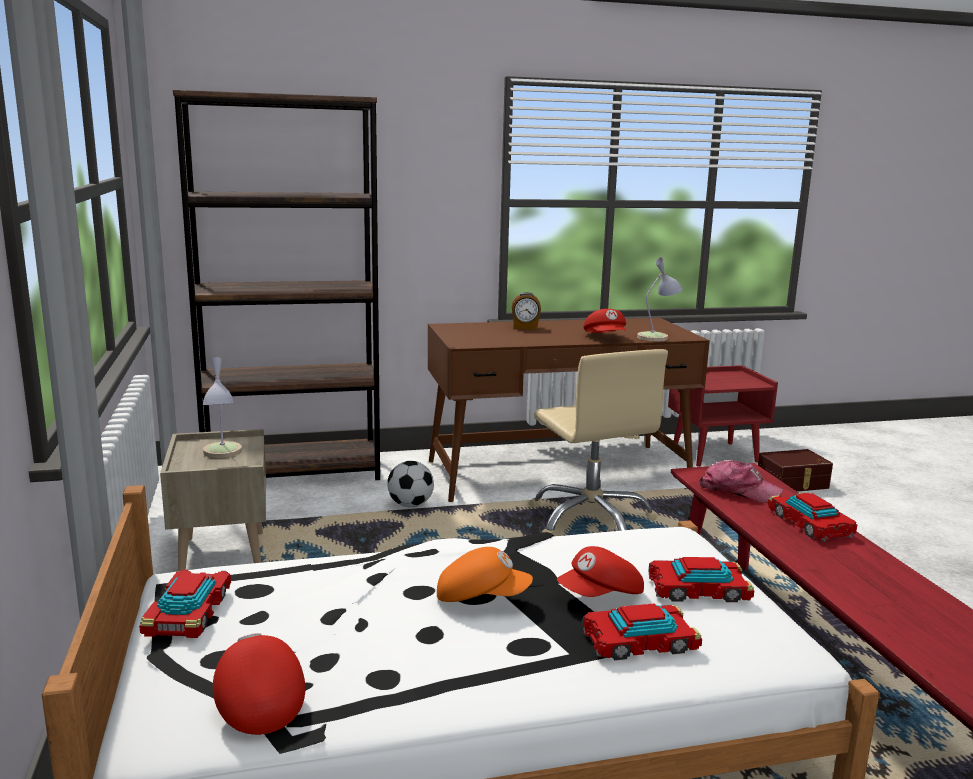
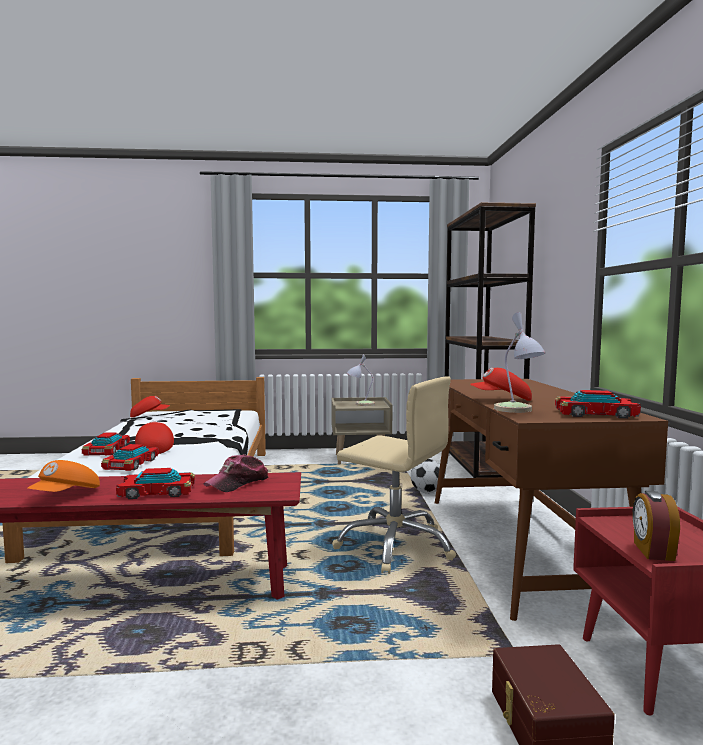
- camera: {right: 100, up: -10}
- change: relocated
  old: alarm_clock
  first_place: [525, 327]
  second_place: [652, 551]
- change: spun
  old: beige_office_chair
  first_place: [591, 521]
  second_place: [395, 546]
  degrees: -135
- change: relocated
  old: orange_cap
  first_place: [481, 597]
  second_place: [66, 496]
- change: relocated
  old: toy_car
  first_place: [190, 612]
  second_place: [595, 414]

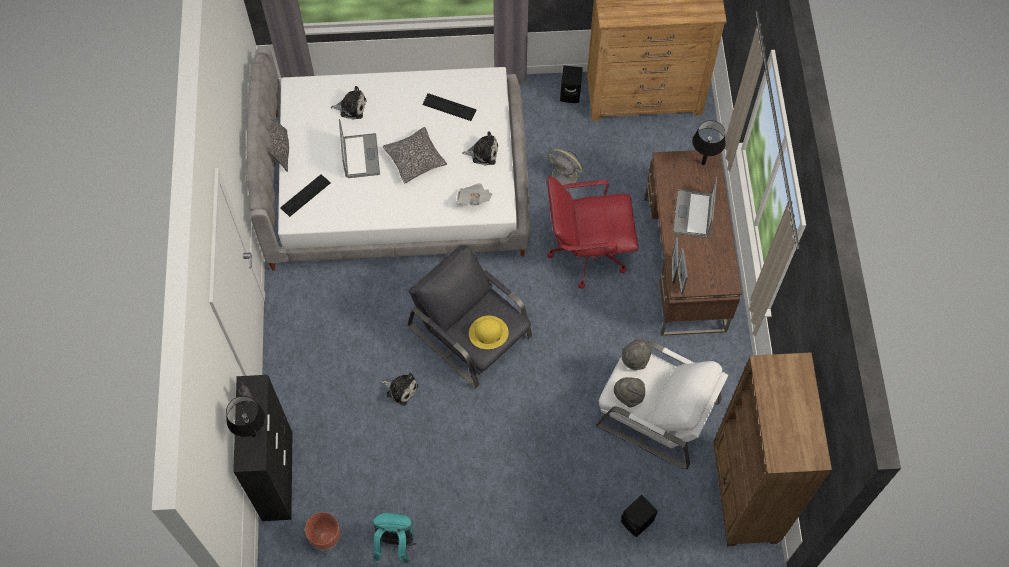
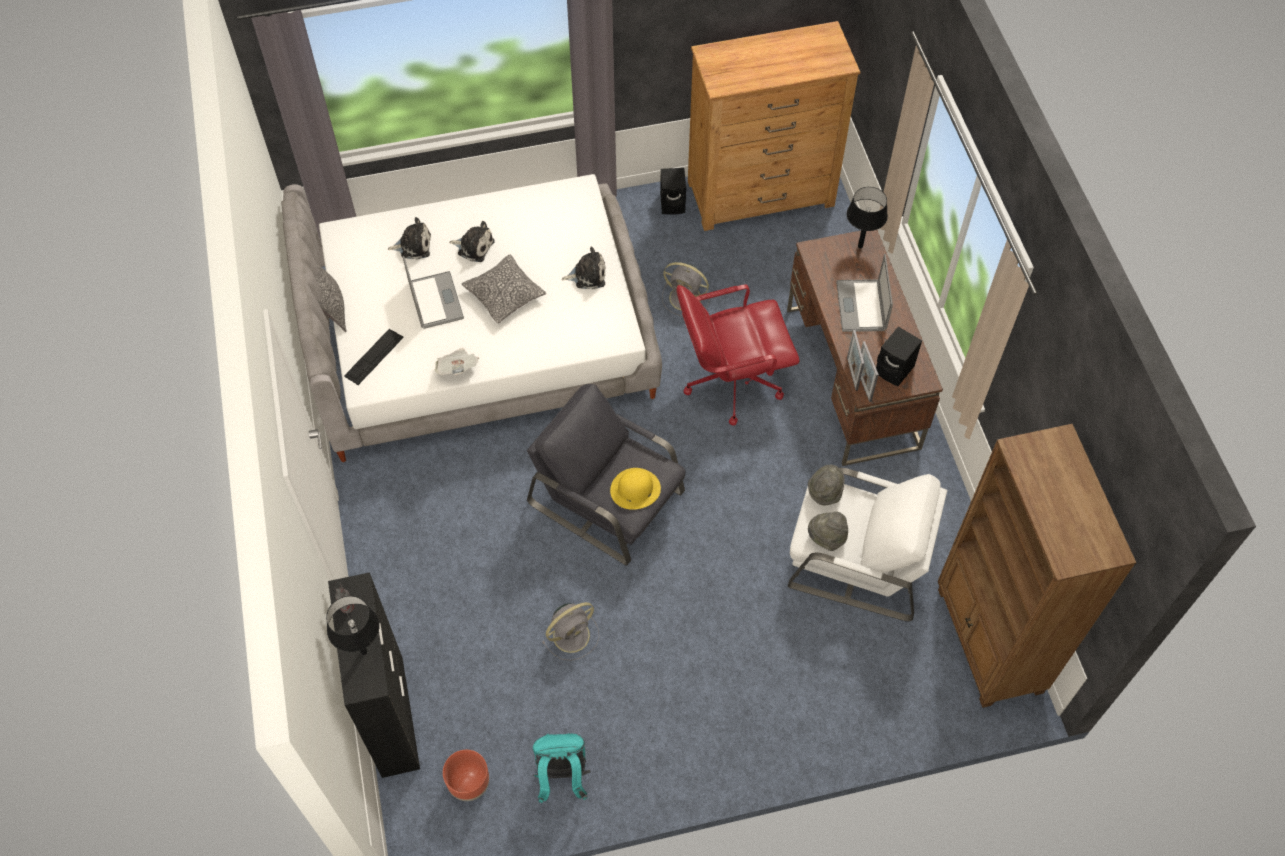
- camera: {right: -10, up: -5}
- change: missing
  old: keyboard
  first_place: [449, 107]
- change: relocated
  old: newspaper
  first_place: [474, 199]
  second_place: [457, 368]
- change: relocated
  old: plush_toy
  first_place: [400, 389]
  second_place: [474, 246]
- change: relocated
  old: black_speaker
  first_place: [637, 522]
  second_place: [895, 370]
- change: appeared
  new: grey_fan
  second_place: [572, 634]

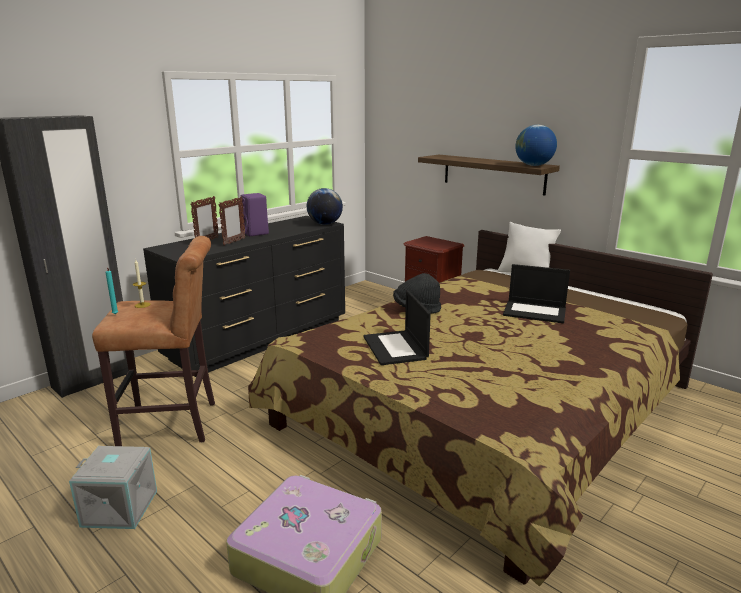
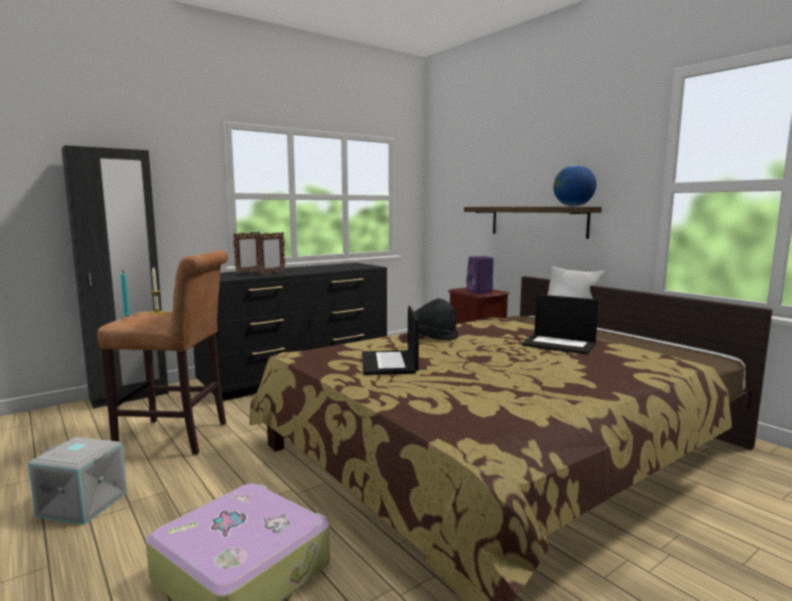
- camera: {right: 10, up: -10}
- change: missing
  old: globe
  first_place: [325, 224]
- change: relocated
  old: purple_speaker
  first_place: [256, 233]
  second_place: [480, 291]

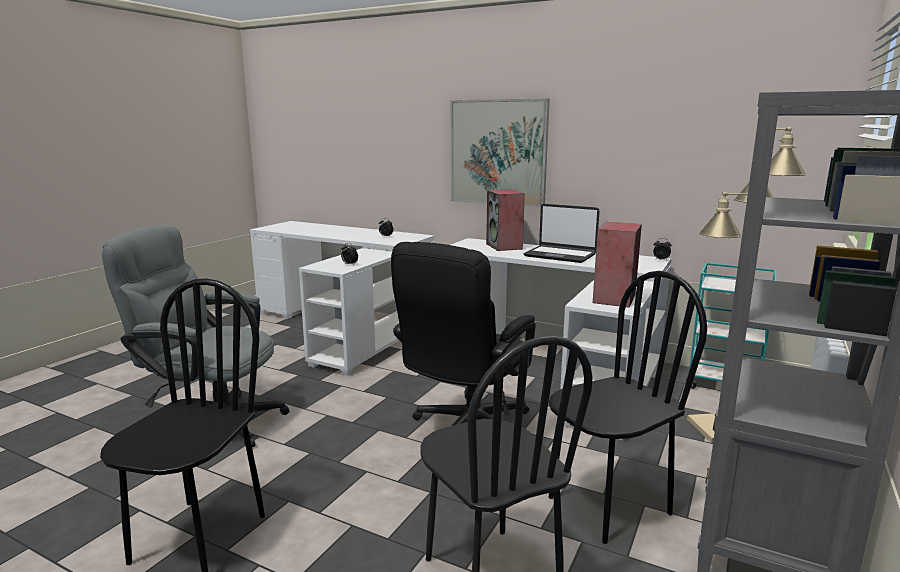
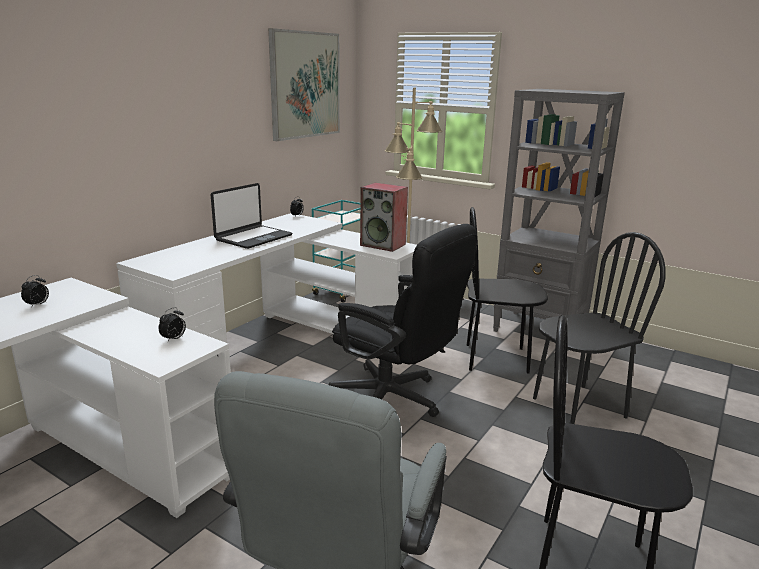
- camera: {right: -85, up: 5}
- change: relocated
  old: picture
  first_place: [498, 152]
  second_place: [305, 85]
- change: missing
  old: speaker
  first_place: [504, 246]
- change: spun
  old: black_chair
  first_place: [608, 504]
  second_place: [496, 358]
  degrees: -60

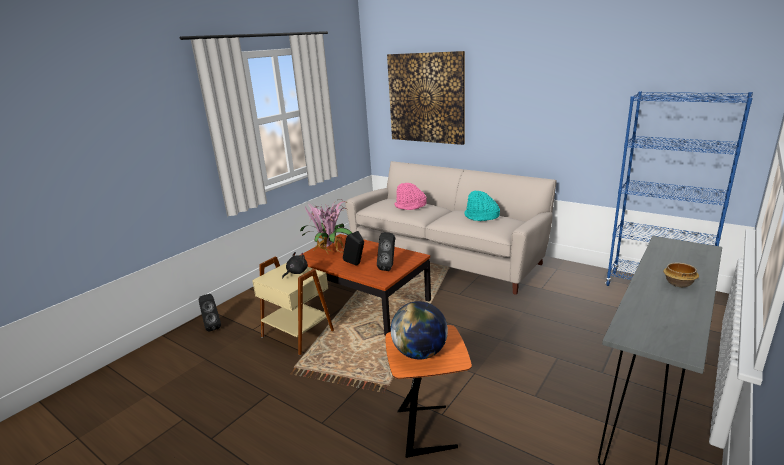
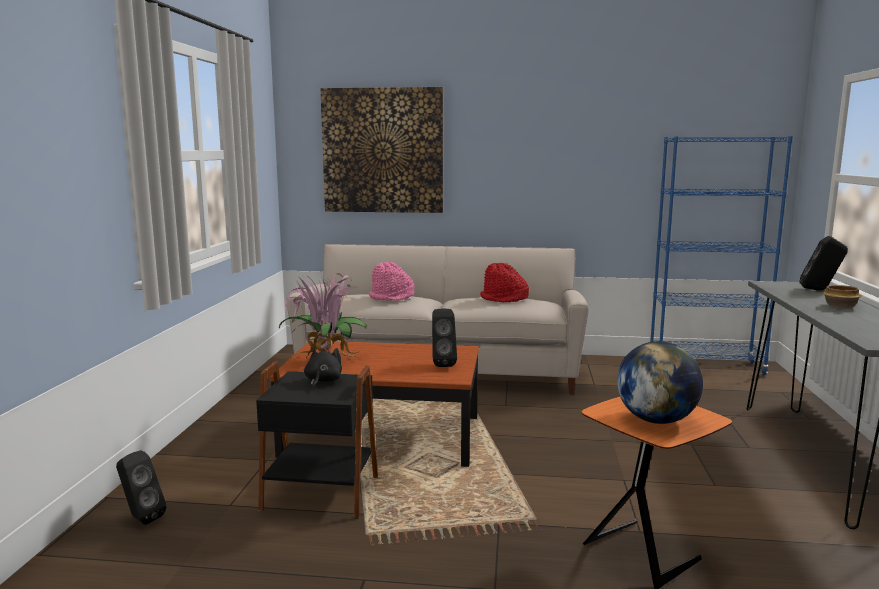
- camera: {right: -30, up: -10}
- change: colour
  old: turquoise_hat
  new: red_hat
  first_place: [481, 217]
  second_place: [504, 299]
- change: relocated
  old: black_speaker
  first_place: [356, 265]
  second_place: [820, 290]
- change: colour
  old: beige_side_table
  new: black_side_table
  first_place: [298, 333]
  second_place: [321, 492]

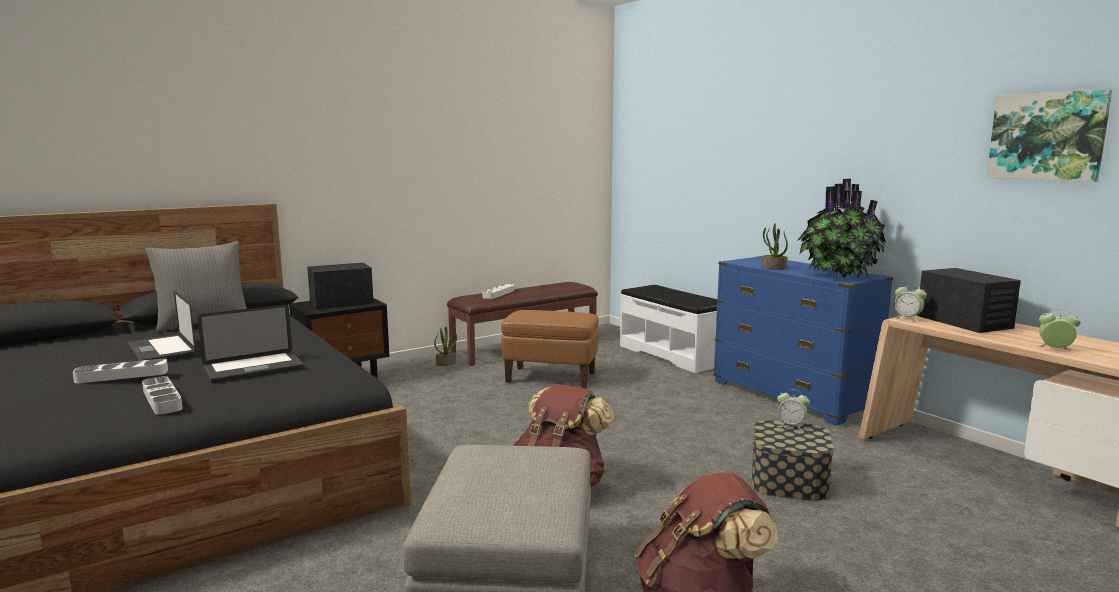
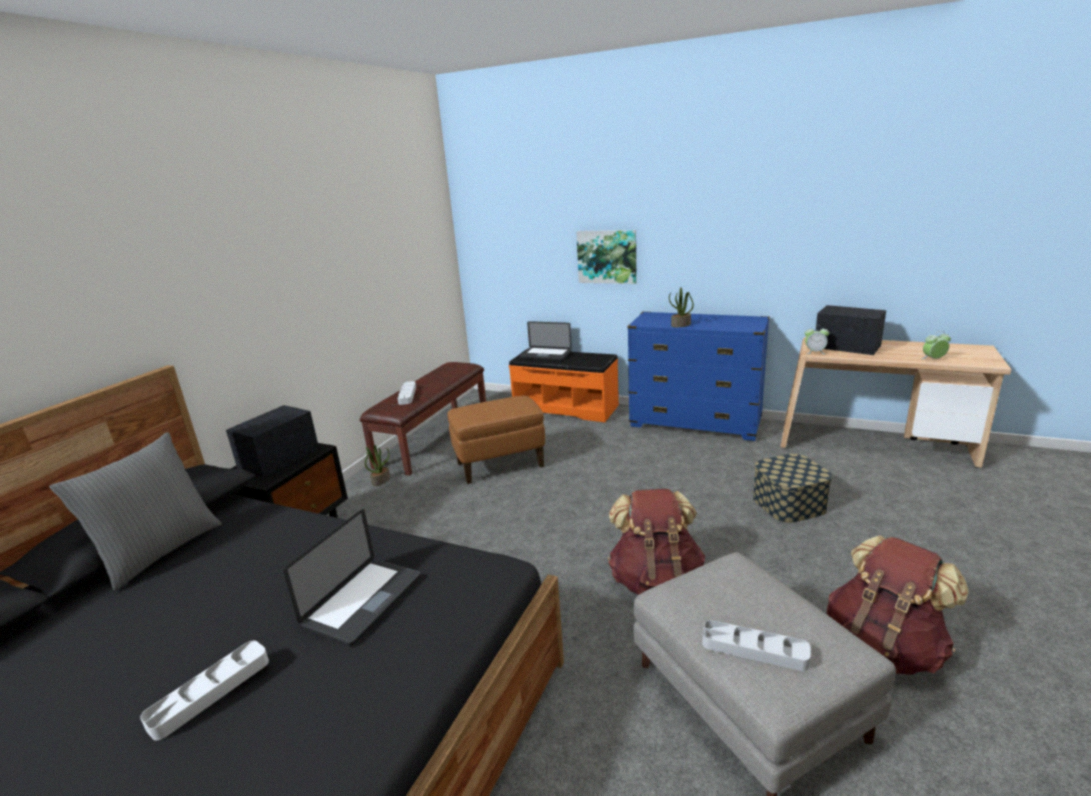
- camera: {right: -30, up: 10}
- change: relocated
  old: picture
  first_place: [1047, 136]
  second_place: [607, 256]
- change: missing
  old: potted_plant
  first_place: [837, 275]
- change: colour
  old: white_bench
  new: orange_bench
  first_place: [673, 354]
  second_place: [566, 408]
- change: relocated
  old: laptop
  first_place: [161, 350]
  second_place: [545, 355]
- change: relocated
  old: grey_tray
  first_place: [162, 399]
  second_place: [754, 649]
- change: missing
  old: alarm_clock
  first_place: [791, 426]

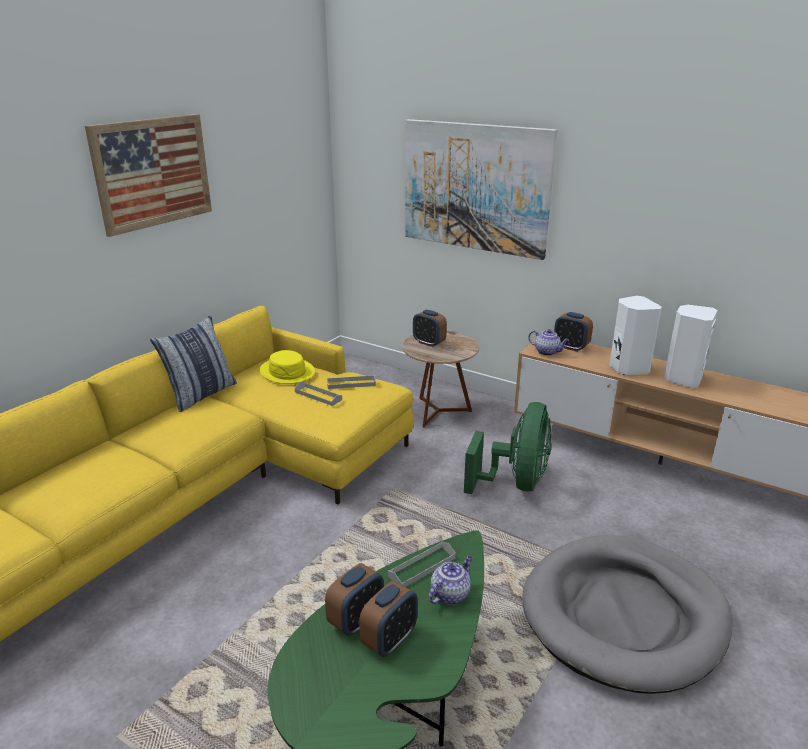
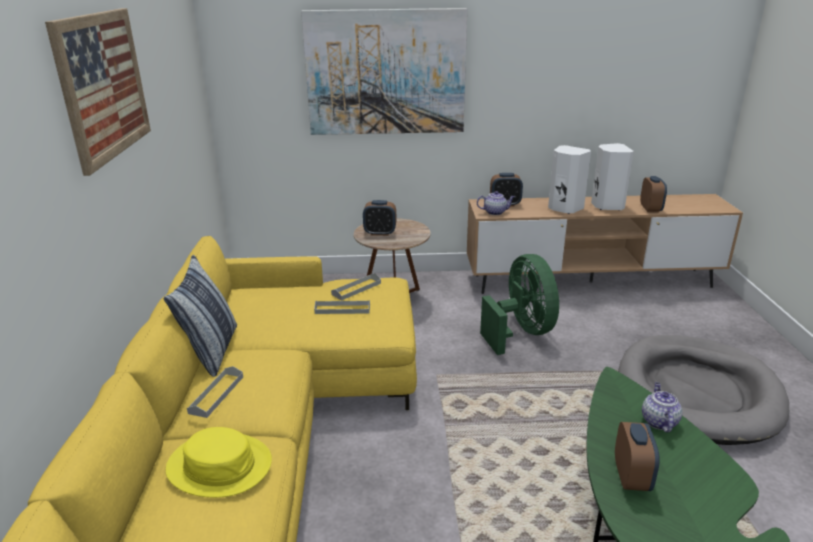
- camera: {right: -35, up: 0}
- change: relocated
  old: yellow_hat
  first_place: [287, 372]
  second_place: [220, 465]
- change: relocated
  old: grey_tray
  first_place: [422, 567]
  second_place: [216, 394]
- change: relocated
  old: alarm_clock
  first_place: [389, 640]
  second_place: [650, 209]

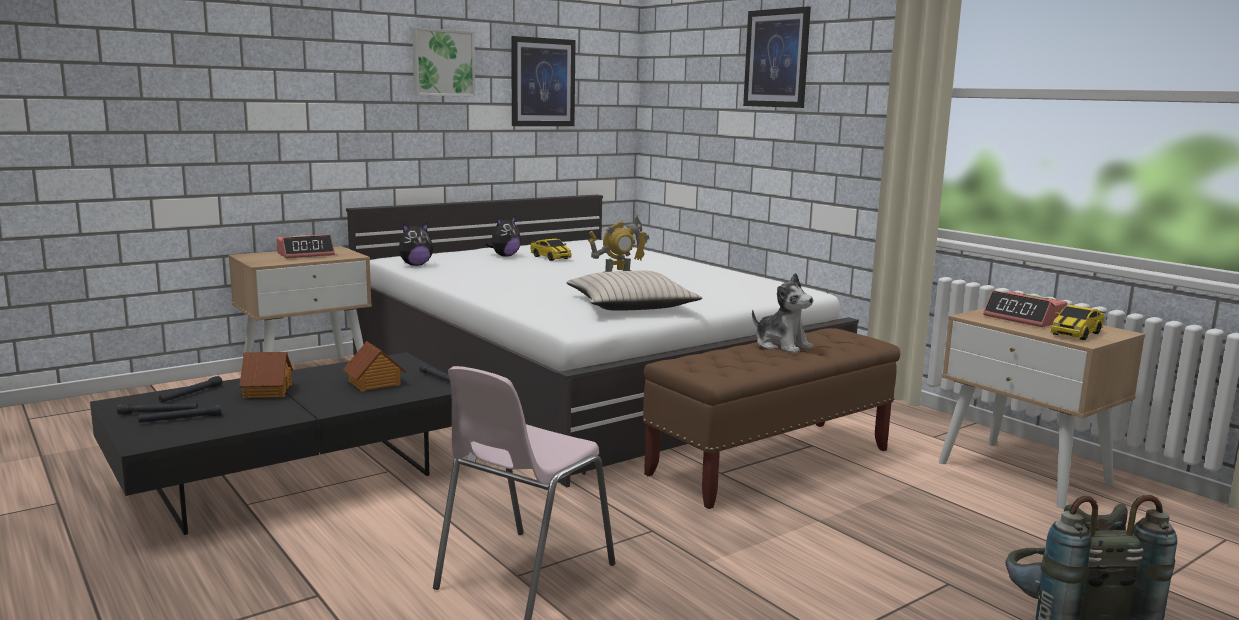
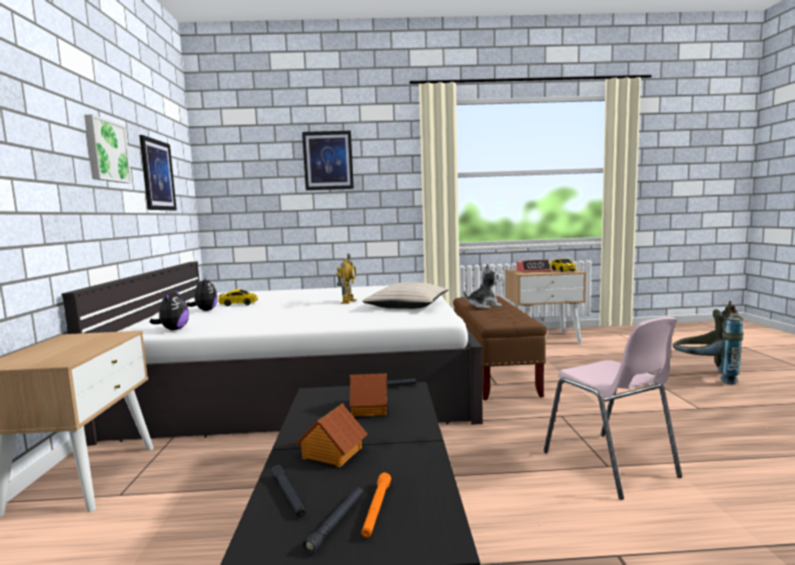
- camera: {right: -55, up: -5}
- change: missing
  old: alarm_clock
  first_place: [306, 254]
- change: colour
  old: black_flashlight
  new: orange_flashlight
  first_place: [180, 419]
  second_place: [376, 509]

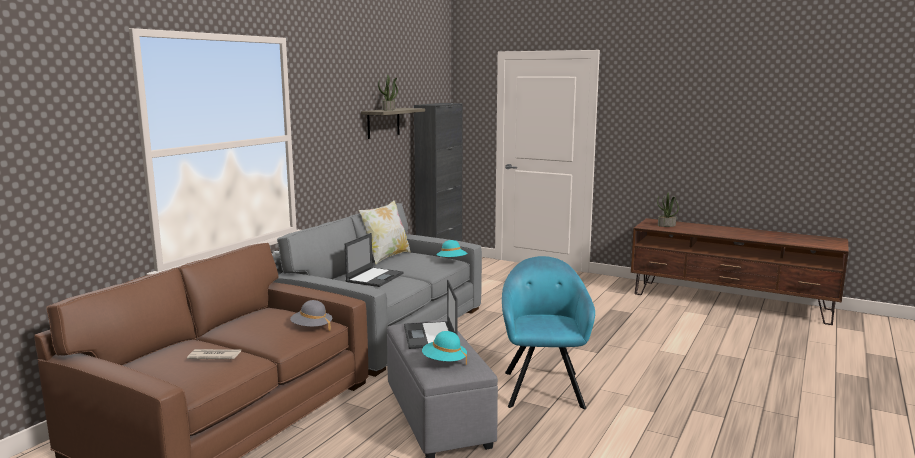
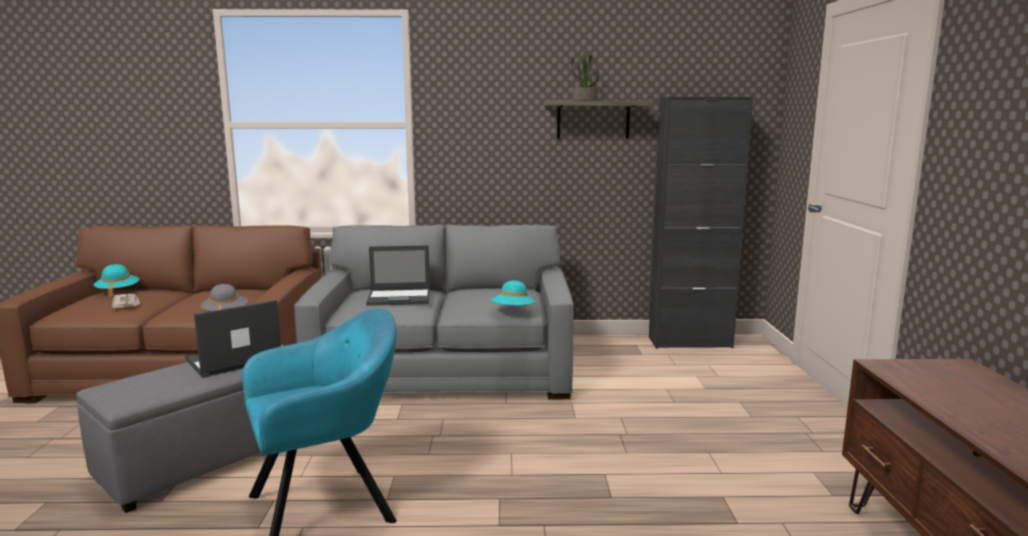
- camera: {right: 60, up: 0}
- change: missing
  old: potted_plant
  first_place: [666, 225]
- change: missing
  old: pillow
  first_place: [386, 257]
- change: relocated
  old: turquoise_hat
  first_place: [444, 362]
  second_place: [118, 291]

